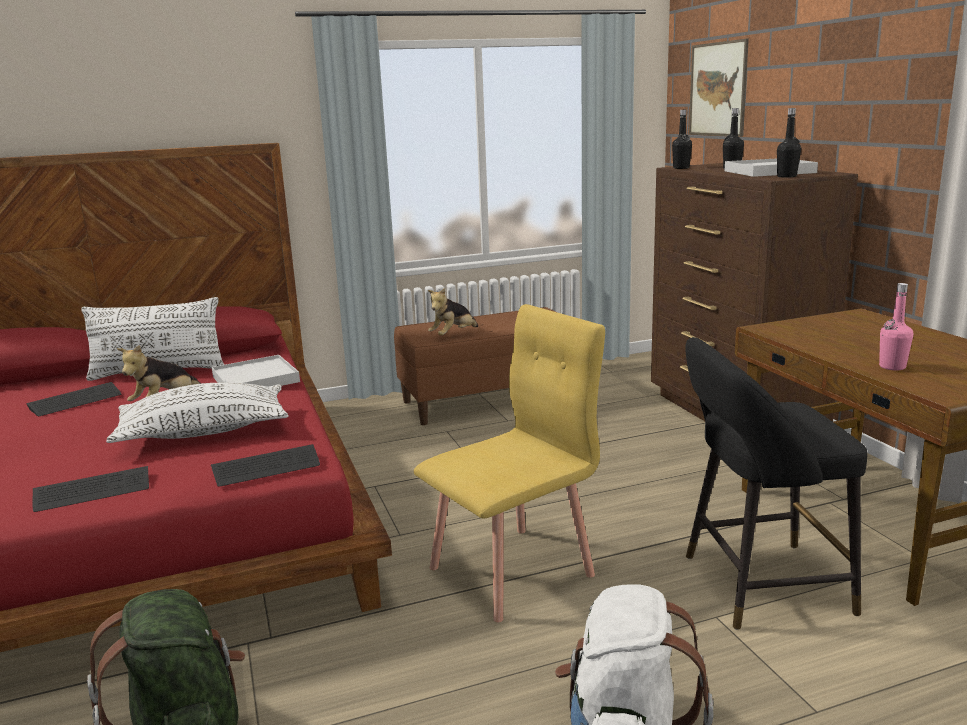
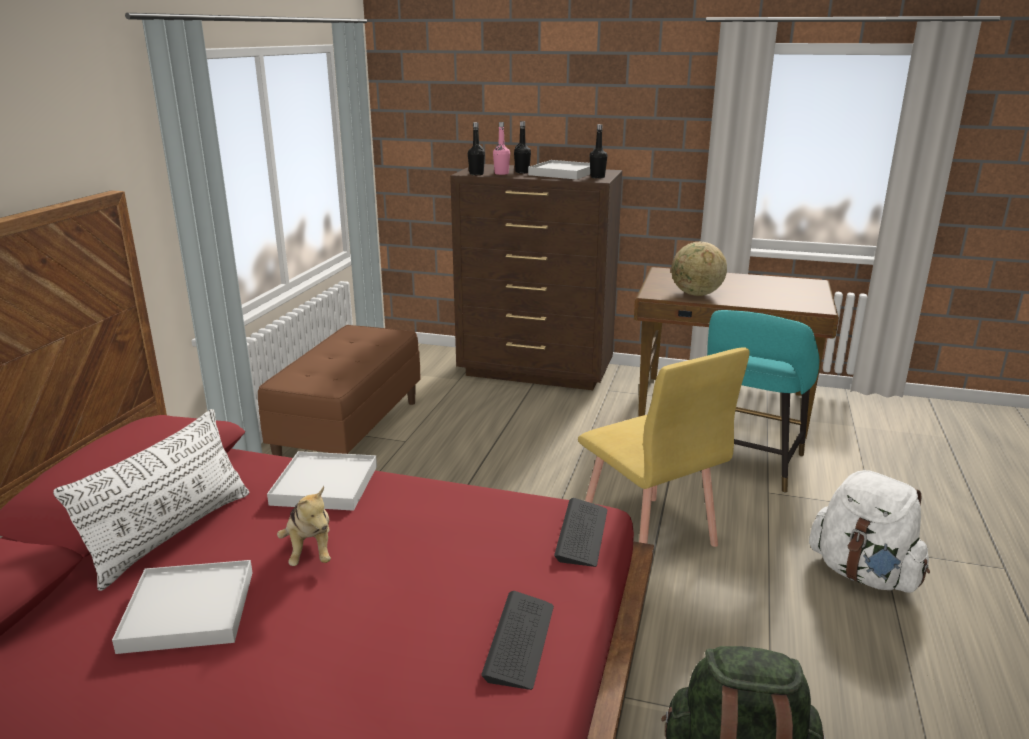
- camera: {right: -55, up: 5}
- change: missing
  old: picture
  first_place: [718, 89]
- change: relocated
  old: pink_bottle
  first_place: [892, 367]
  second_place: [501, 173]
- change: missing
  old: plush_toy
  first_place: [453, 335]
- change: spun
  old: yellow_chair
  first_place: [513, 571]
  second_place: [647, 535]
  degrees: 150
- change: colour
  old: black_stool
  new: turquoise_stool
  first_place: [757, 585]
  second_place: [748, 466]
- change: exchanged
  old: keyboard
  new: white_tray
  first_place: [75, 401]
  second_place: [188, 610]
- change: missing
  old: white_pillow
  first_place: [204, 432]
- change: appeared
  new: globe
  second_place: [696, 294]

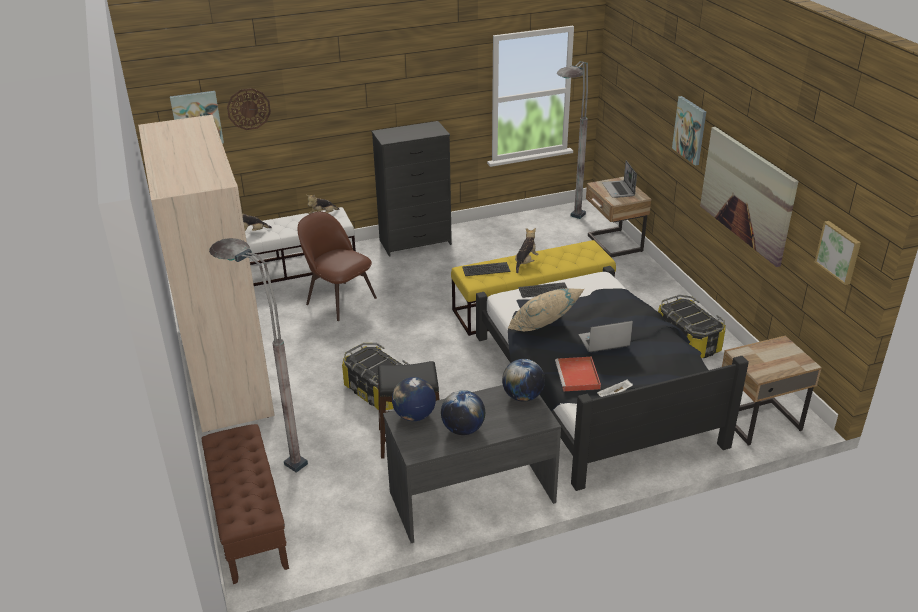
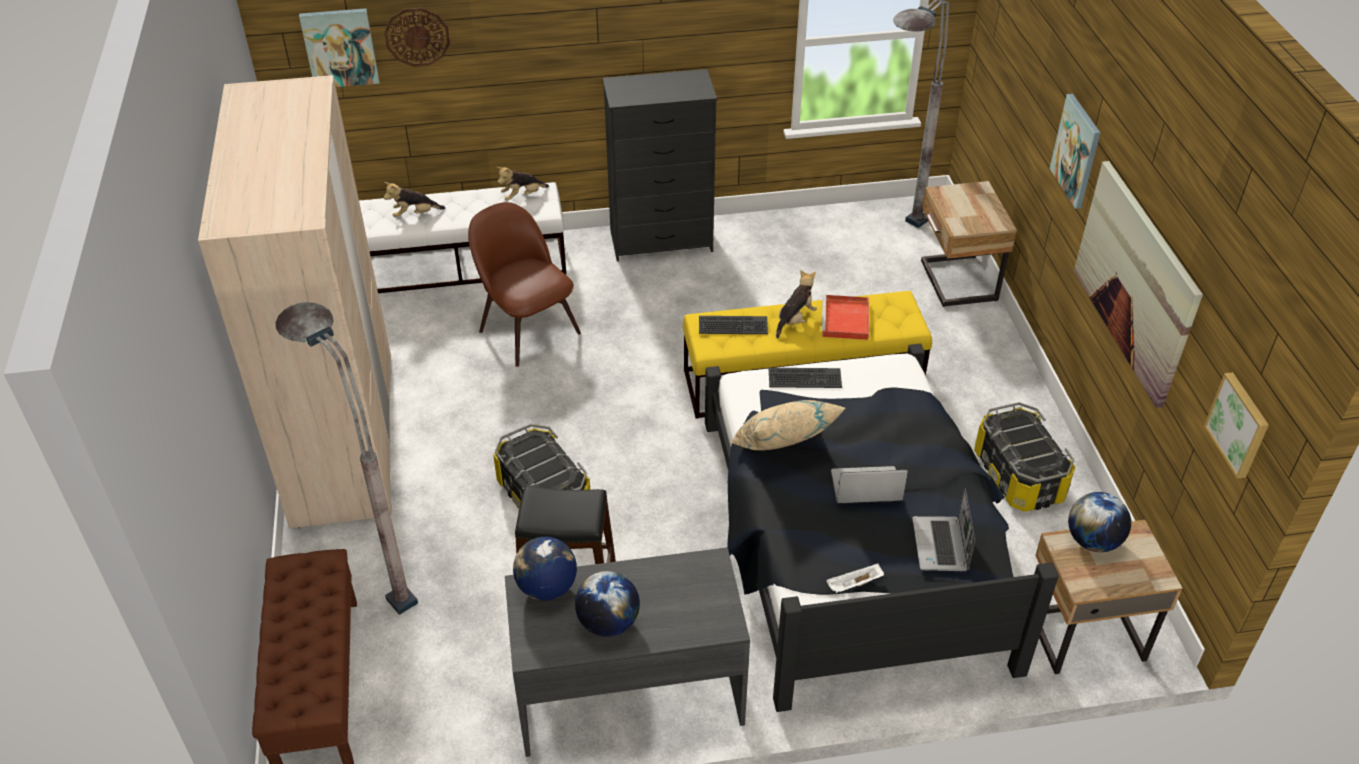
- camera: {right: 10, up: 10}
- change: relocated
  old: laptop
  first_place: [619, 190]
  second_place: [941, 546]
- change: relocated
  old: red_tray
  first_place: [578, 376]
  second_place: [846, 320]
- change: relocated
  old: globe
  first_place: [522, 396]
  second_place: [1093, 541]

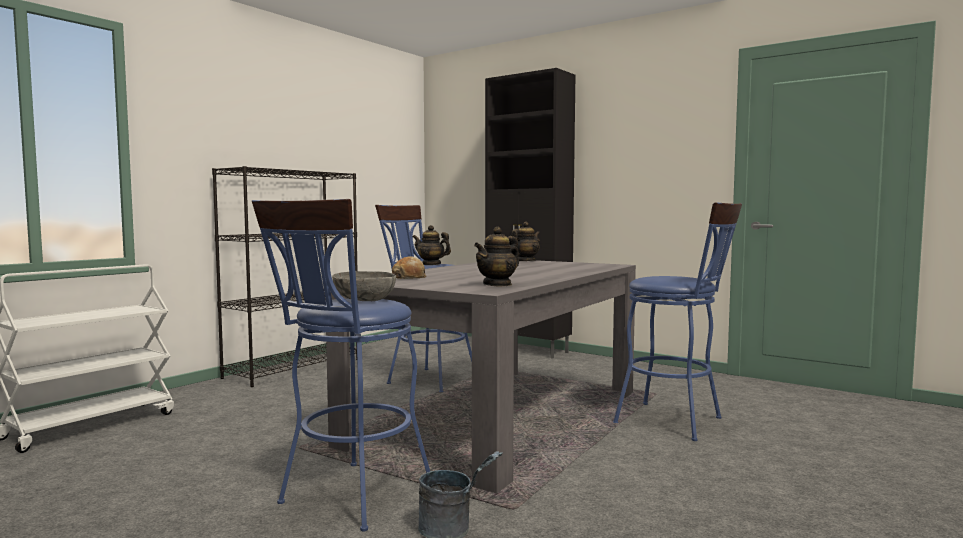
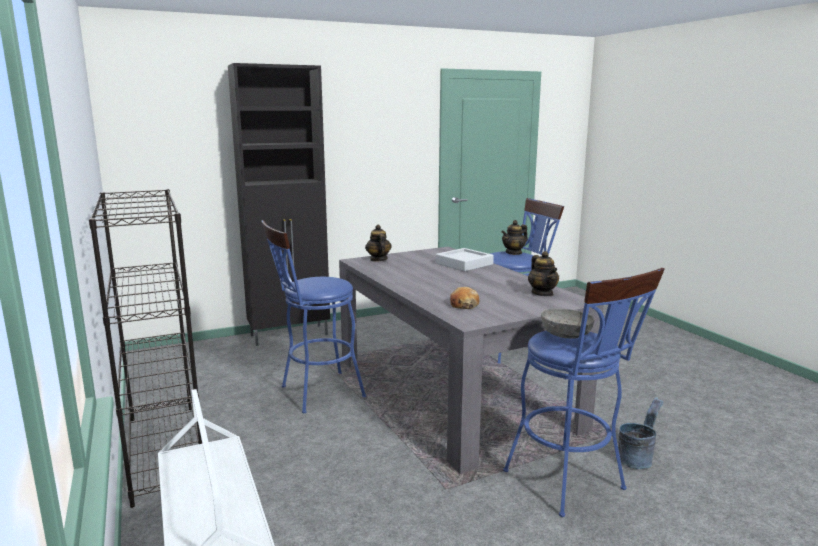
- camera: {right: -60, up: 10}
- change: relocated
  old: teapot
  first_place: [431, 264]
  second_place: [514, 253]
- change: appeared
  new: grey_tray
  second_place: [464, 264]

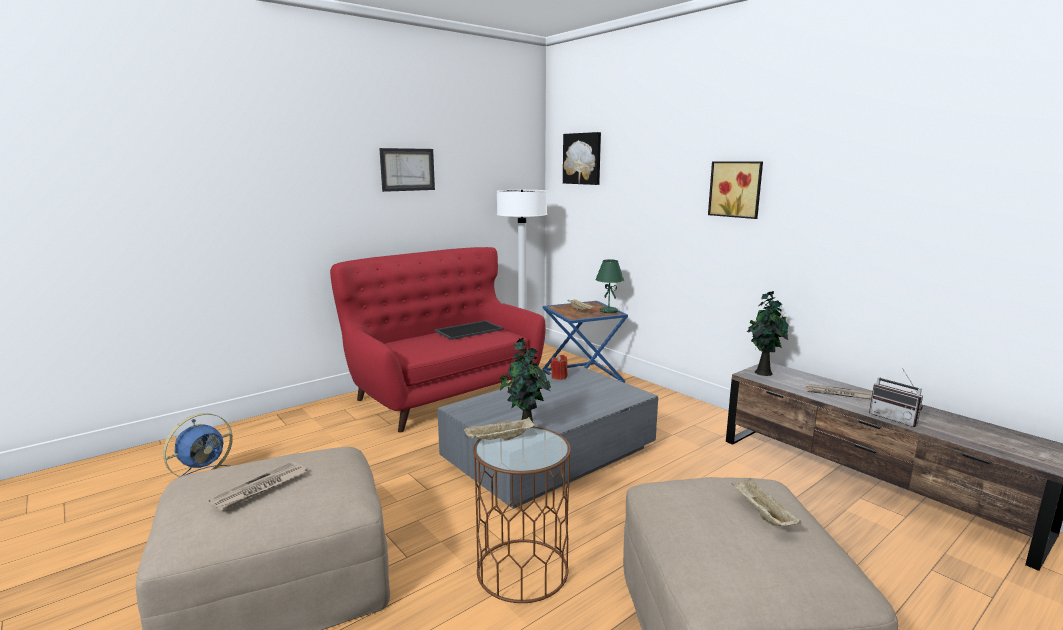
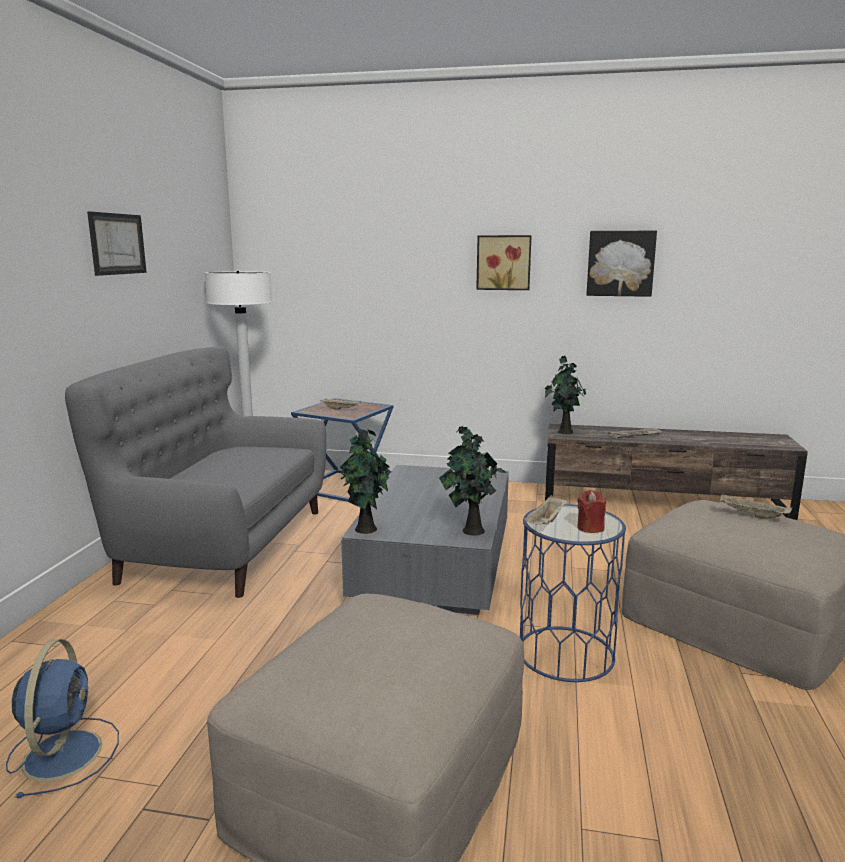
- camera: {right: -40, up: 0}
- change: relocated
  old: picture
  first_place: [583, 158]
  second_place: [620, 263]
- change: colour
  old: red_sofa
  new: grey_sofa
  first_place: [444, 393]
  second_place: [221, 543]
- change: missing
  old: green_table_lamp
  first_place: [608, 311]
- change: missing
  old: tray
  first_place: [469, 330]
- change: relocated
  old: red_candle
  first_place: [559, 377]
  second_place: [590, 528]
- change: missing
  old: radio
  first_place: [895, 418]
- change: colour
  old: brown_side_table
  new: blue_side_table
  first_place: [523, 570]
  second_place: [566, 653]
- change: missing
  old: newspaper
  first_place: [260, 488]
- change: appeared
  new: potted_plant
  second_place: [366, 530]

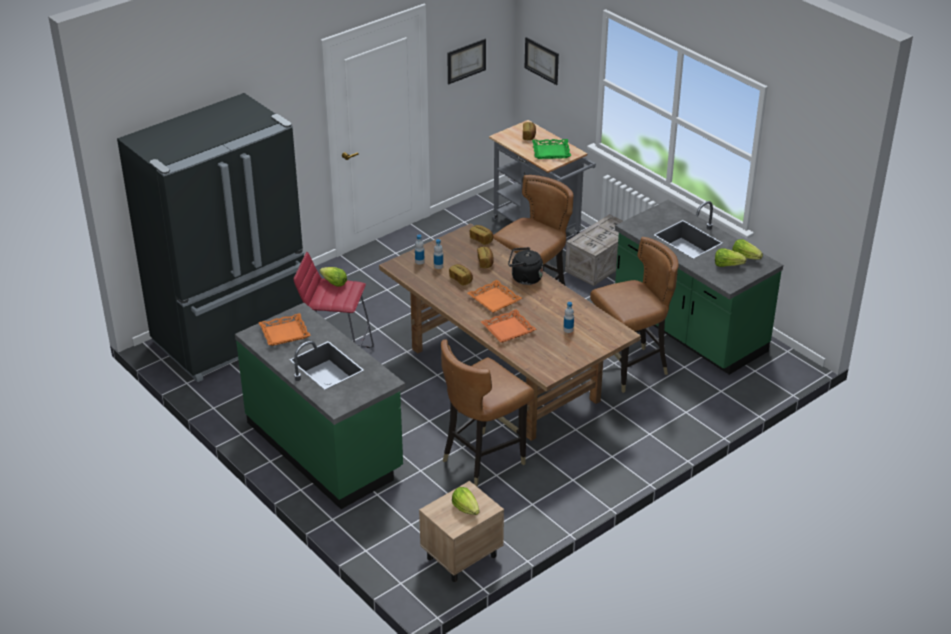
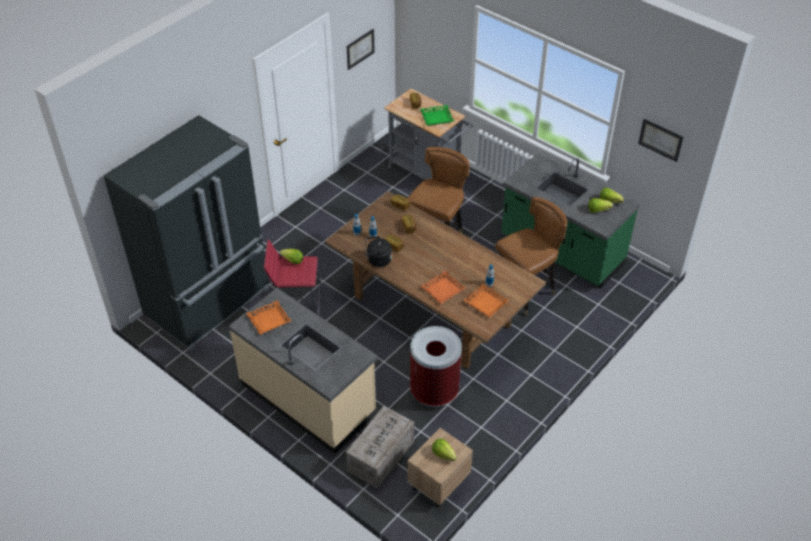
- camera: {right: -10, up: 10}
- change: relocated
  old: picture
  first_place: [542, 60]
  second_place: [660, 139]
- change: relocated
  old: crate
  first_place: [600, 265]
  second_place: [380, 457]
- change: relocated
  old: black_kettle
  first_place: [524, 278]
  second_place: [377, 260]
- change: relocated
  old: orange_tray
  first_place: [494, 300]
  second_place: [485, 303]
- change: colour
  old: green_counter
  new: beige_counter
  first_place: [325, 447]
  second_place: [308, 398]
- change: exchanged
  old: brown_chair
  new: trash_can
  first_place: [483, 459]
  second_place: [434, 391]

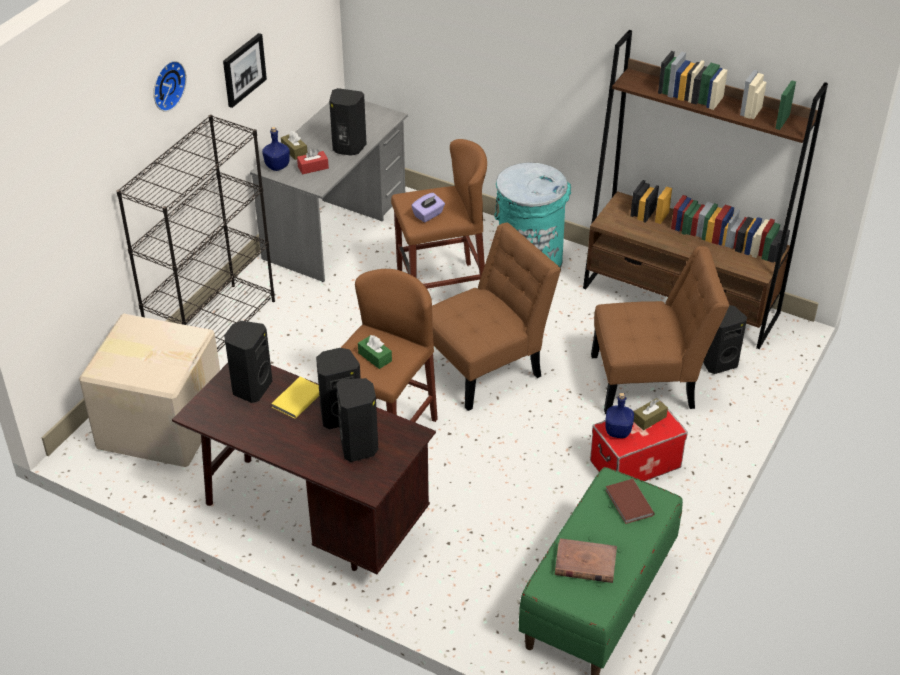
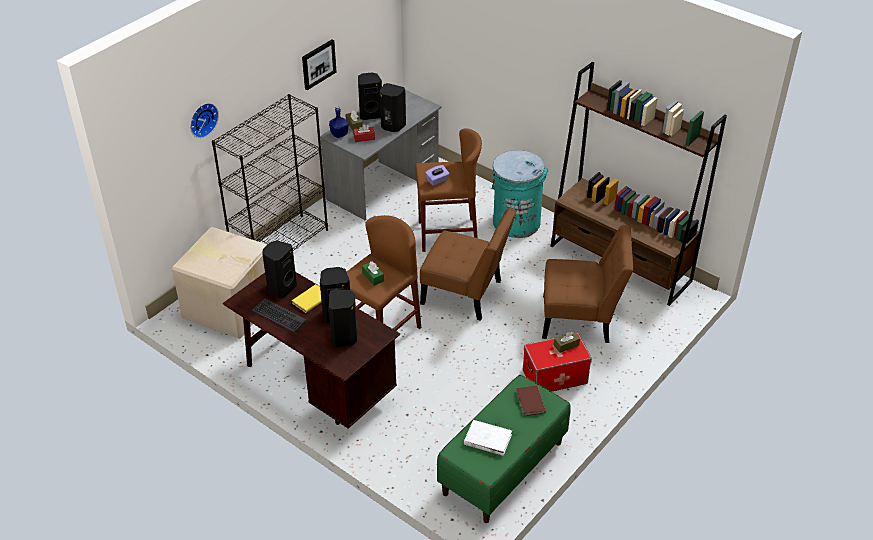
- camera: {right: 10, up: 0}
- change: relocated
  old: wall_clock
  first_place: [166, 85]
  second_place: [202, 119]
- change: spun
  old: brown_chair
  first_place: [487, 366]
  second_place: [466, 294]
  degrees: 45
- change: relocated
  old: black_speaker
  first_place: [718, 362]
  second_place: [370, 114]
- change: missing
  old: blue_bottle
  first_place: [618, 431]
- change: colour
  old: brown_book
  new: white_book
  first_place: [585, 563]
  second_place: [487, 439]
- change: appeared
  new: keyboard
  second_place: [279, 316]

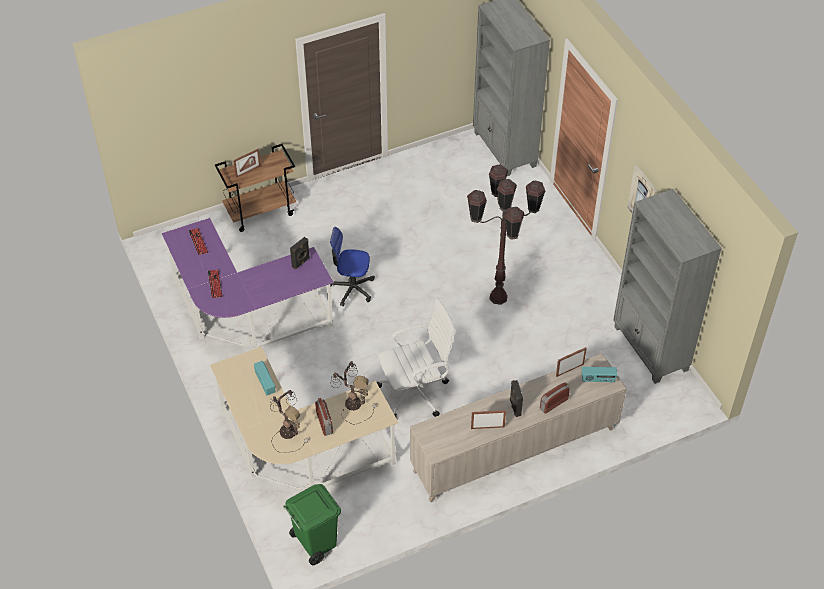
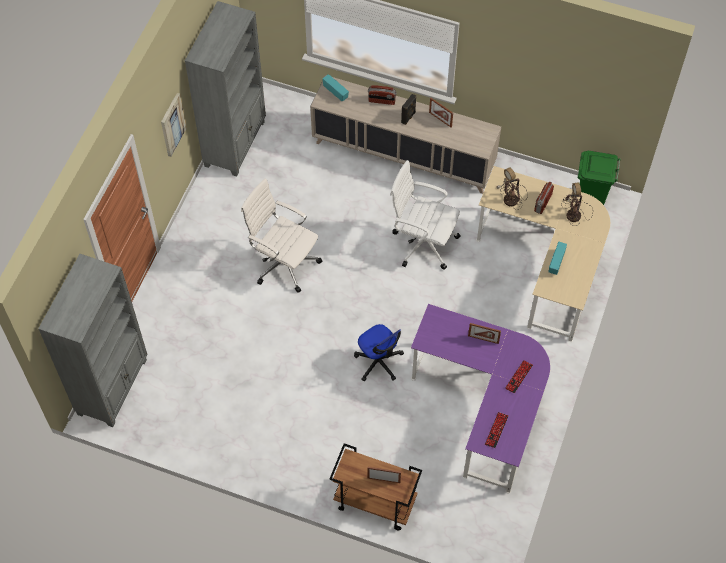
- camera: {right: -135, up: 10}
- change: exchanged
  old: brown_floor_lamp
  new: white_office_chair
  first_place: [499, 297]
  second_place: [284, 262]
- change: missing
  old: black_speaker
  first_place: [301, 263]
- change: relocated
  old: picture_frame
  first_place: [569, 370]
  second_place: [483, 339]

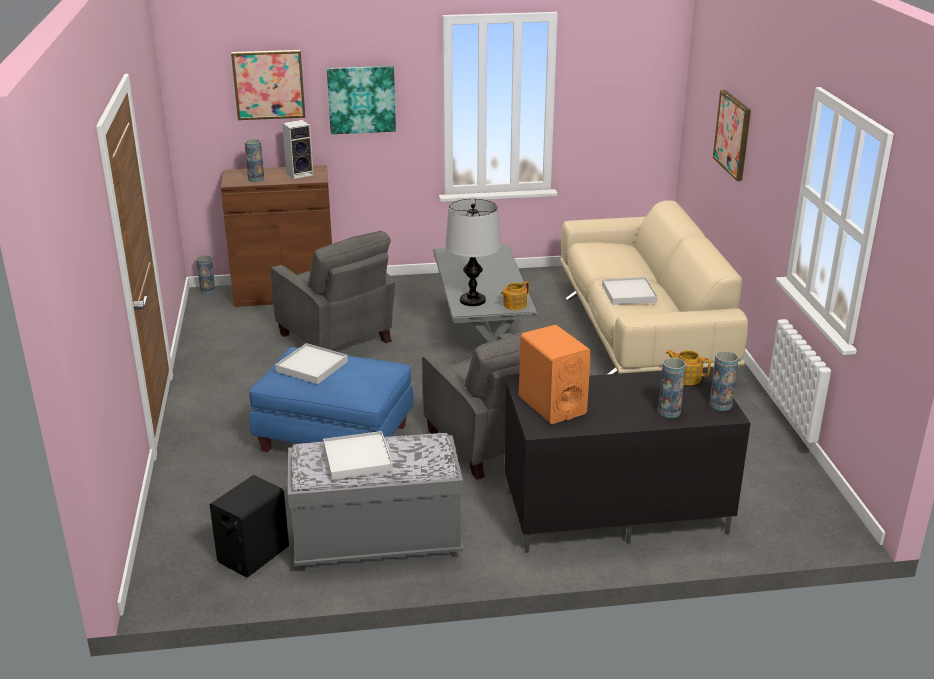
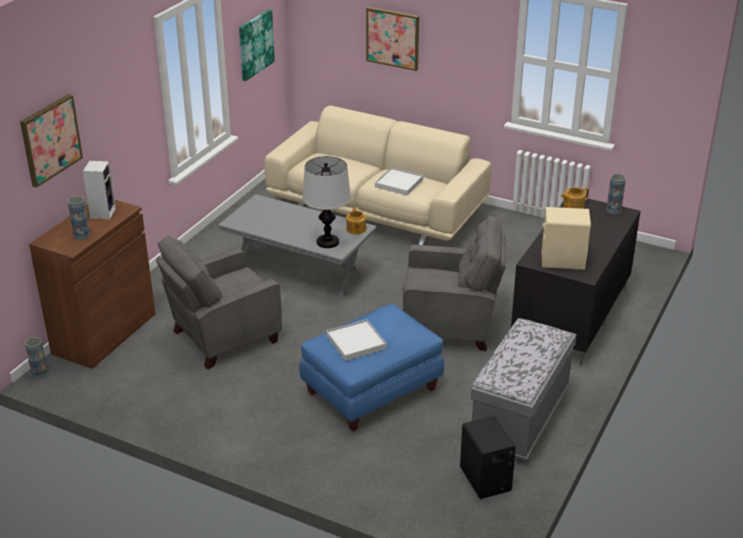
- camera: {right: -55, up: 5}
- change: relocated
  old: picture
  first_place: [361, 99]
  second_place: [255, 44]
- change: spun
  old: grey_armchair
  first_place: [336, 339]
  second_place: [222, 337]
  degrees: 150
- change: colour
  old: orange_speaker
  new: beige_speaker
  first_place: [552, 405]
  second_place: [562, 261]
- change: missing
  old: vase
  first_place: [669, 412]
- change: missing
  old: white_tray
  first_place: [357, 458]

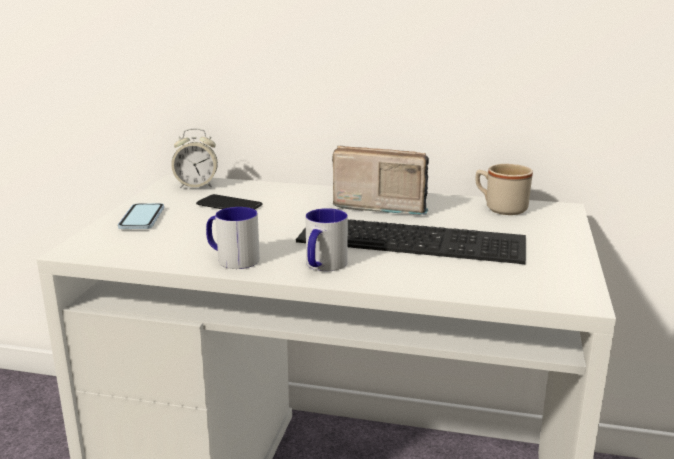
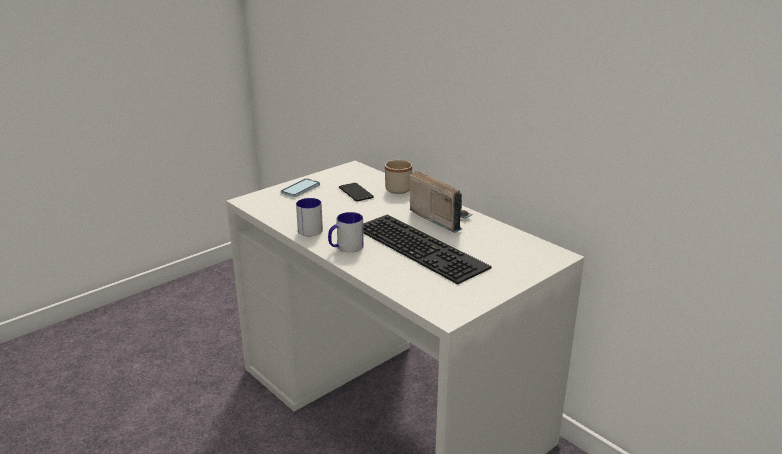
- camera: {right: 35, up: 5}
- change: missing
  old: alarm_clock
  first_place: [196, 185]
- change: relocated
  old: beige_mug
  first_place: [500, 208]
  second_place: [396, 188]

